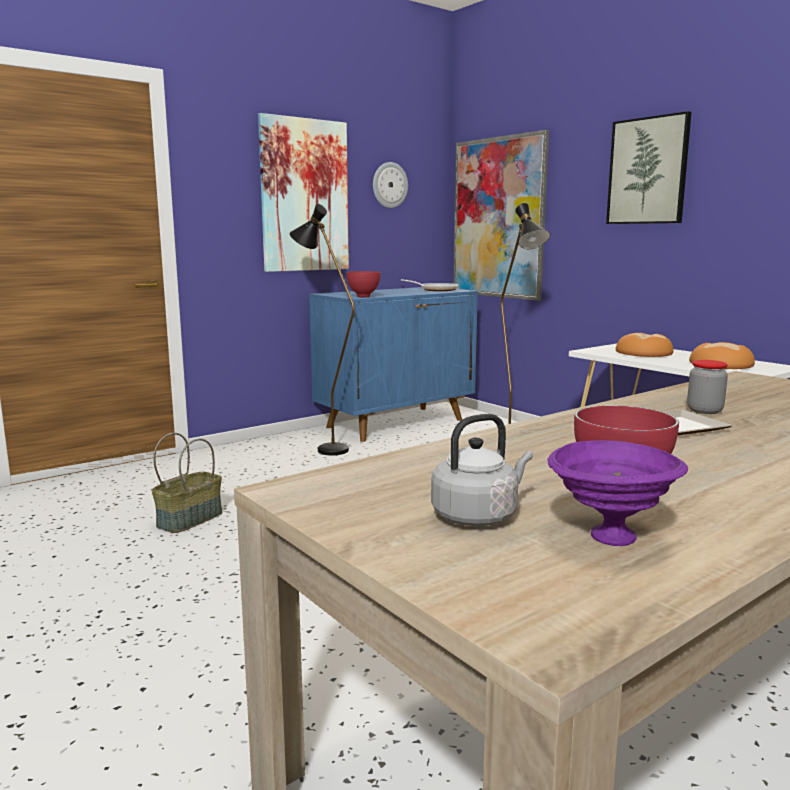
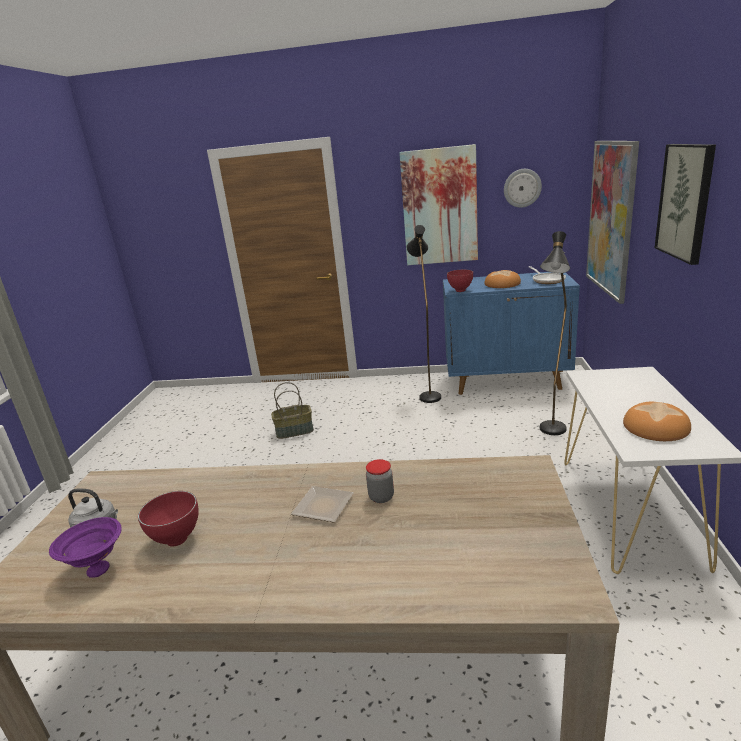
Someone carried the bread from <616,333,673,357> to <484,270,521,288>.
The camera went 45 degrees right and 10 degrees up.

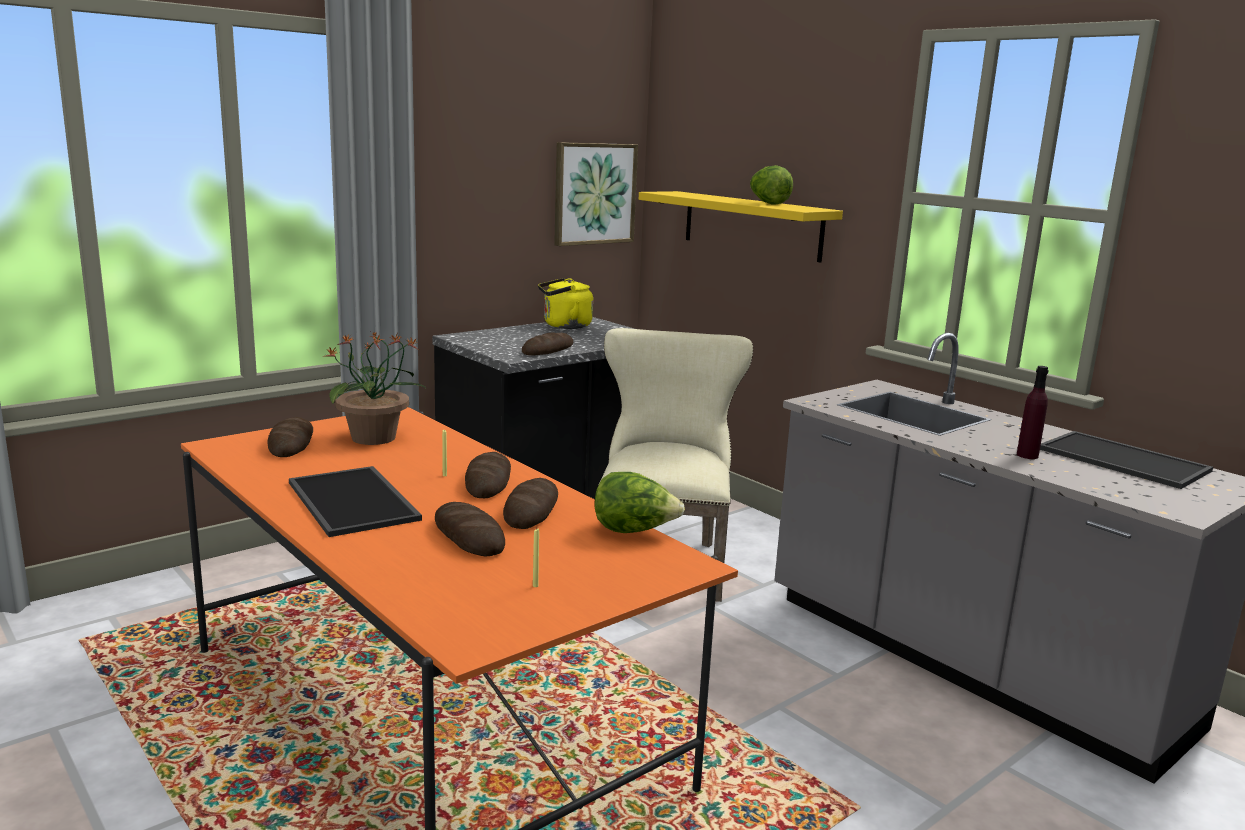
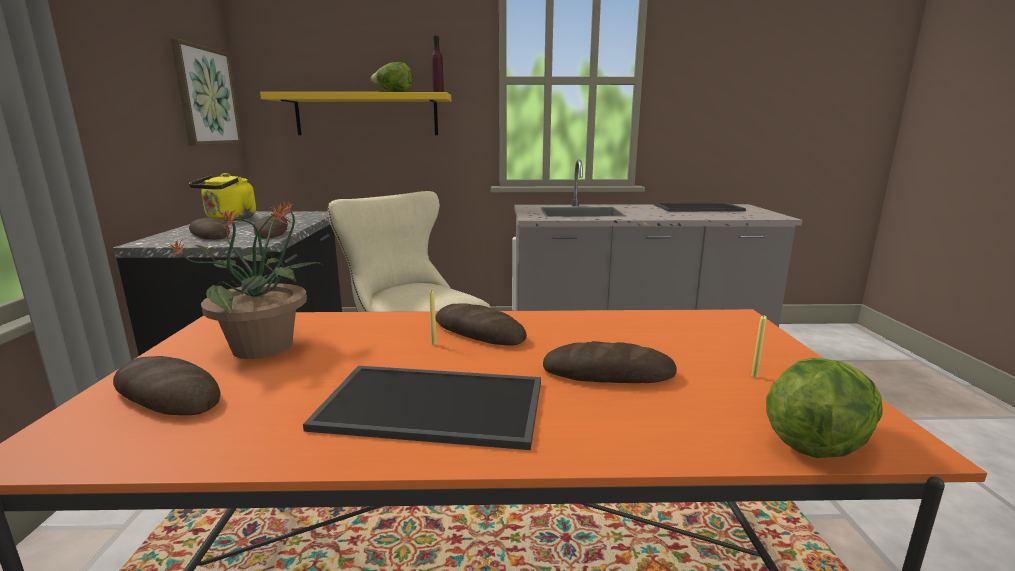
Someone carried the bread from <503,478,558,529> to <189,218,230,240>.
Someone carried the purple-coloured drink bottle from <1017,366,1049,459> to <431,36,444,92>.
Someone carried the lettuce head from <595,472,685,533> to <766,357,883,458>.
The camera went 50 degrees left and 0 degrees up.

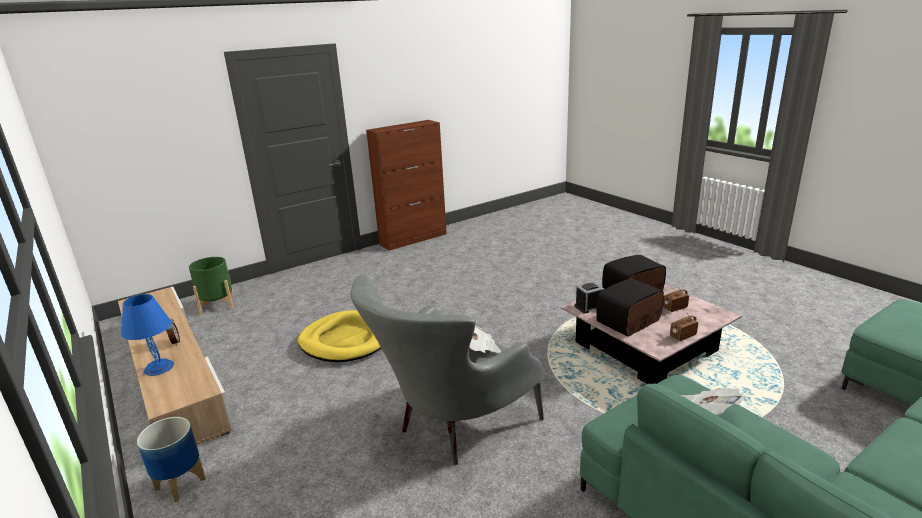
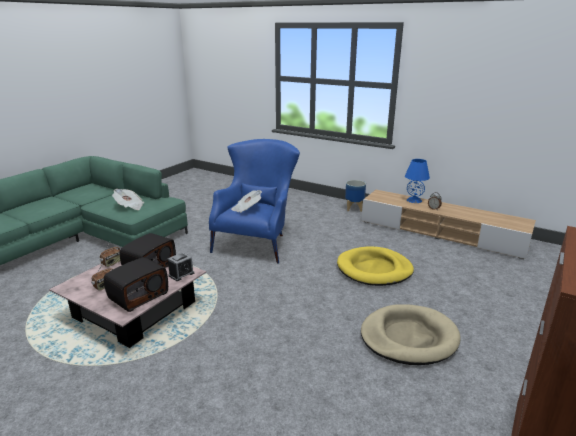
Someone repainted the greyish easy chair at <350,275,544,465>, which became the blue-coloured easy chair at <209,139,300,264>.
Someone put down the sand-coloured dog cushion at <361,304,461,365>.
Someone took away the green-coloured planter at <189,257,234,315>.
The camera went 155 degrees right and 0 degrees up.

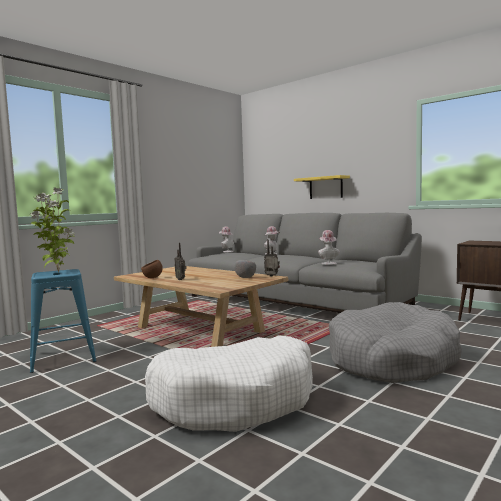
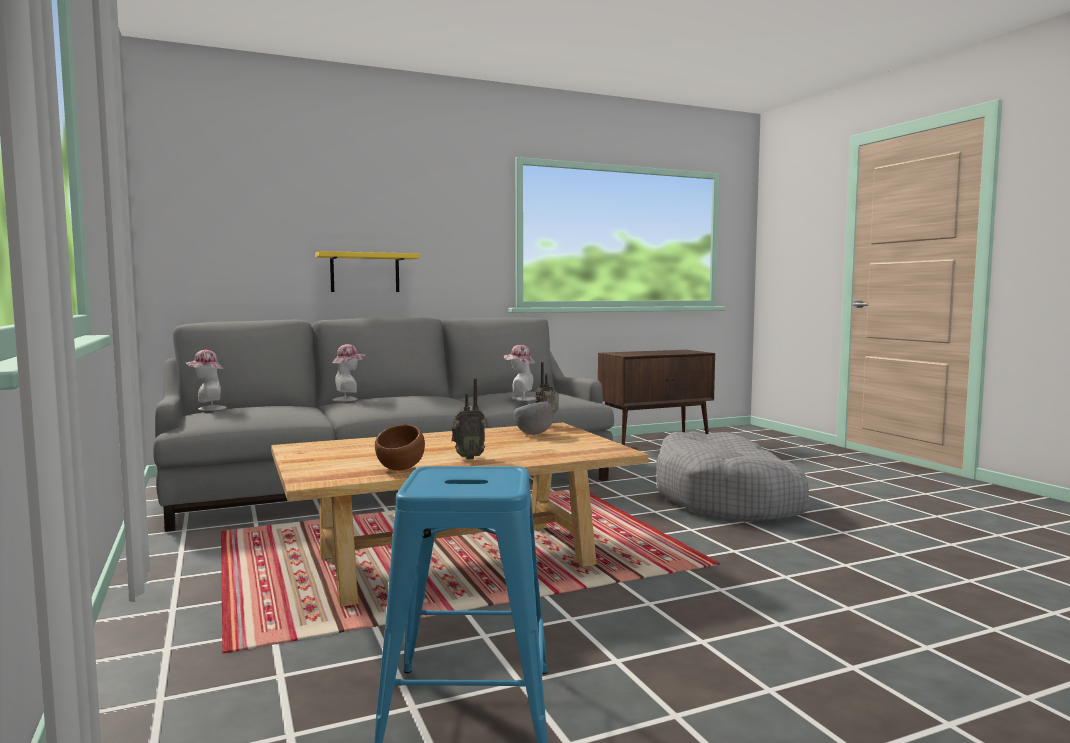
Someone took away the plant in a pot at <30,187,75,272>.
Someone took away the white dog cushion at <145,335,313,432>.
The camera went 65 degrees left and 0 degrees up.

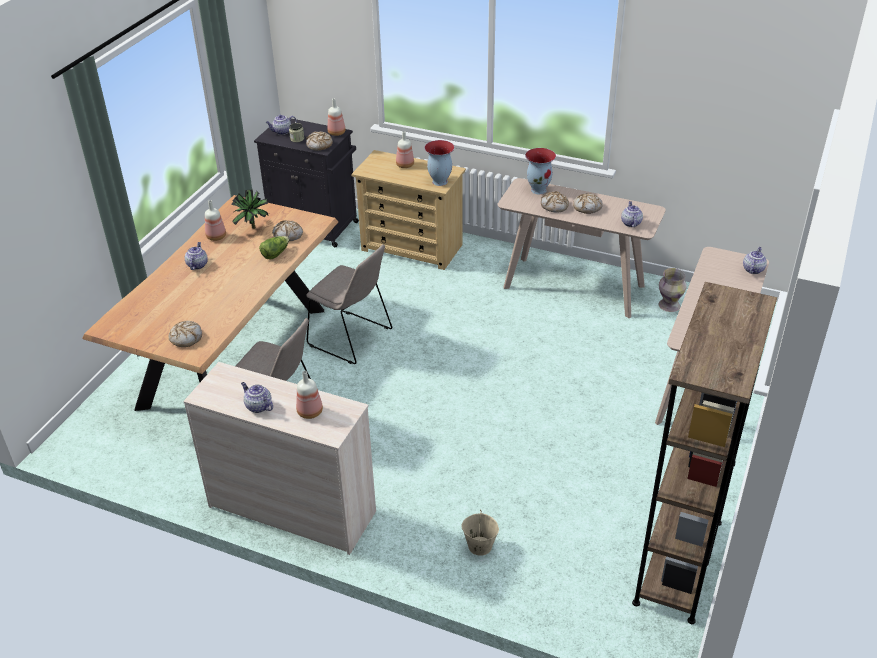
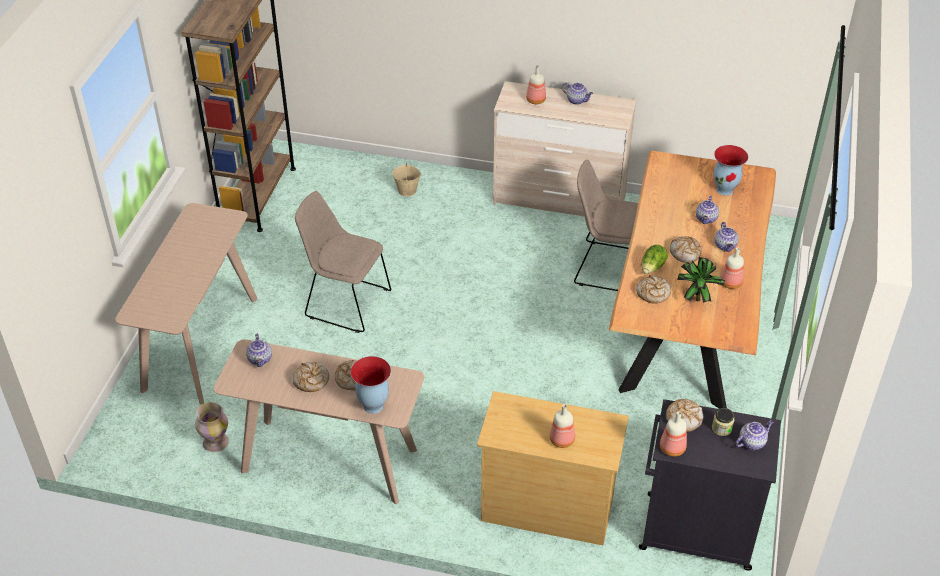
Someone carried the sand-coloured upright chair from <306,244,392,364> to <295,191,391,333>.
Someone carried the bread from <168,321,202,347> to <670,236,702,263>.
Someone carried the tea pot from <743,247,767,274> to <696,196,719,224>.
Someone carried the flower vase from <424,140,455,186> to <714,145,748,196>.
The camera went 170 degrees right and 5 degrees up.

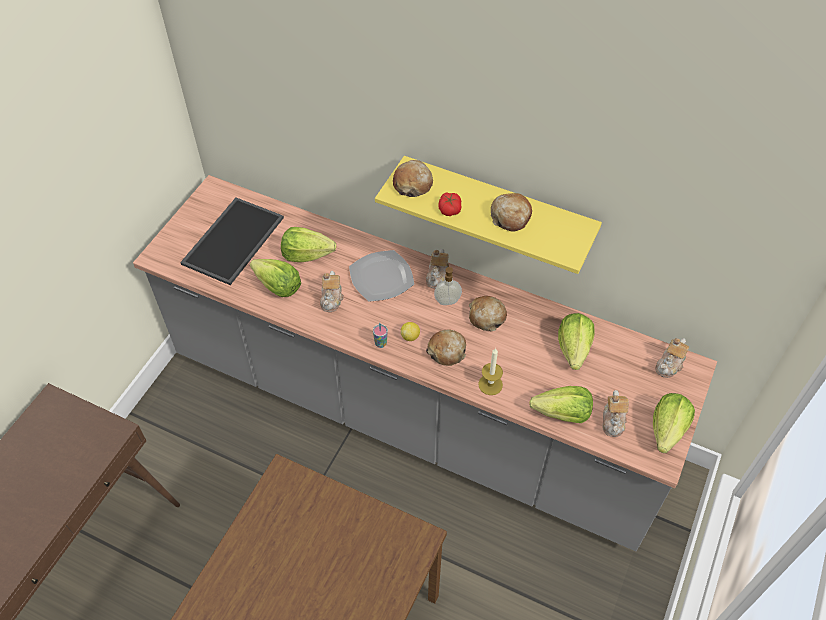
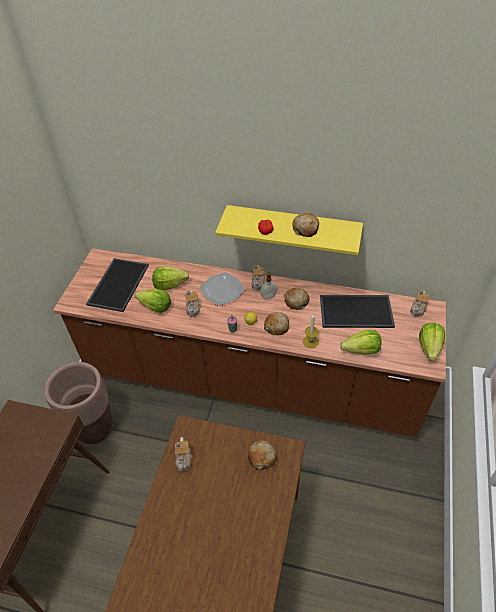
Someone put down the brownish planter at <44,362,113,444>.
Someone repainted the greyish counter at <133,175,717,551>, which became the brownish counter at <53,248,446,437>.
Someone carried the tea pot from <603,390,629,437> to <175,437,193,471>.
Someone carried the bread from <393,160,433,197> to <248,440,277,470>.
Someone swapped the lettuce head at <558,313,595,370> for the serving tray at <320,295,395,328>.
The camera went 10 degrees left and 5 degrees down.

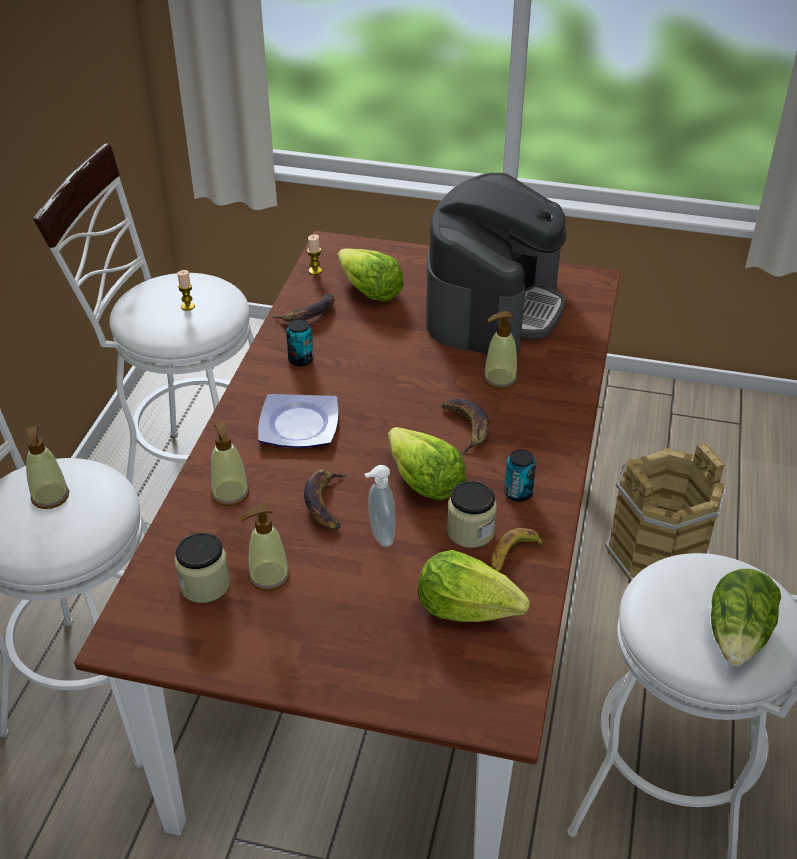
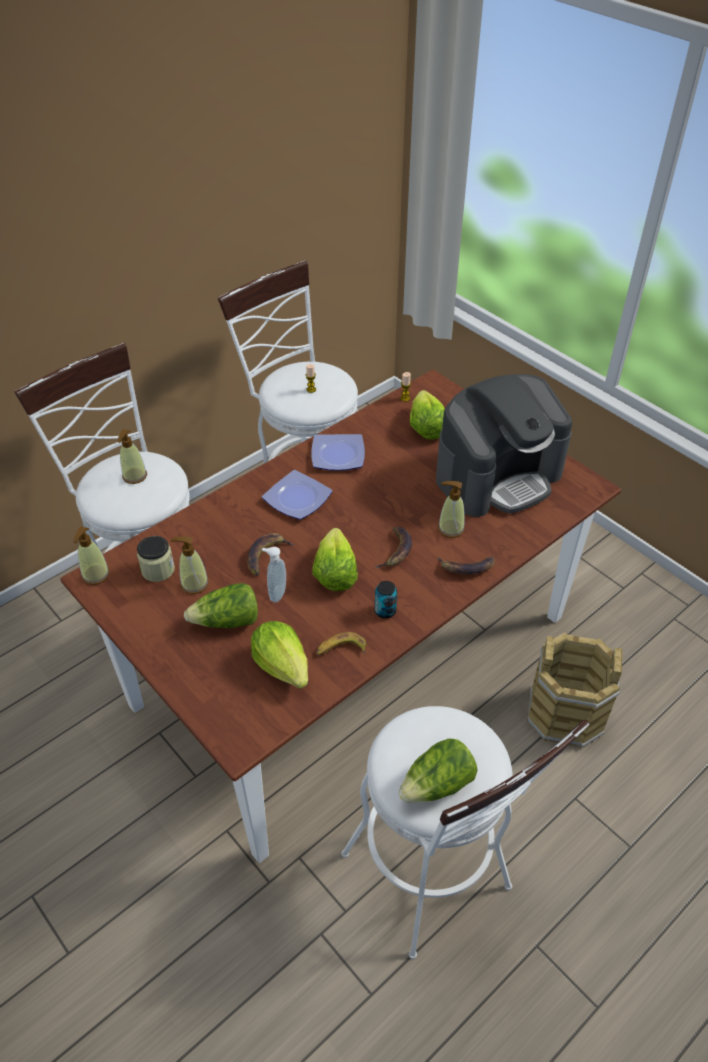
Someone carried the soap dispenser from <210,422,249,506> to <73,526,110,585>.
Someone put down the lettuce head at <184,583,258,628>.
Someone swapped the sealed can at <286,319,314,366> for the dinner plate at <311,434,365,471>.
Someone carried the whole banana from <272,293,335,322> to <437,556,495,574>.
Someone took away the preserve jar at <447,481,497,548>.
The camera went 35 degrees right and 5 degrees up.

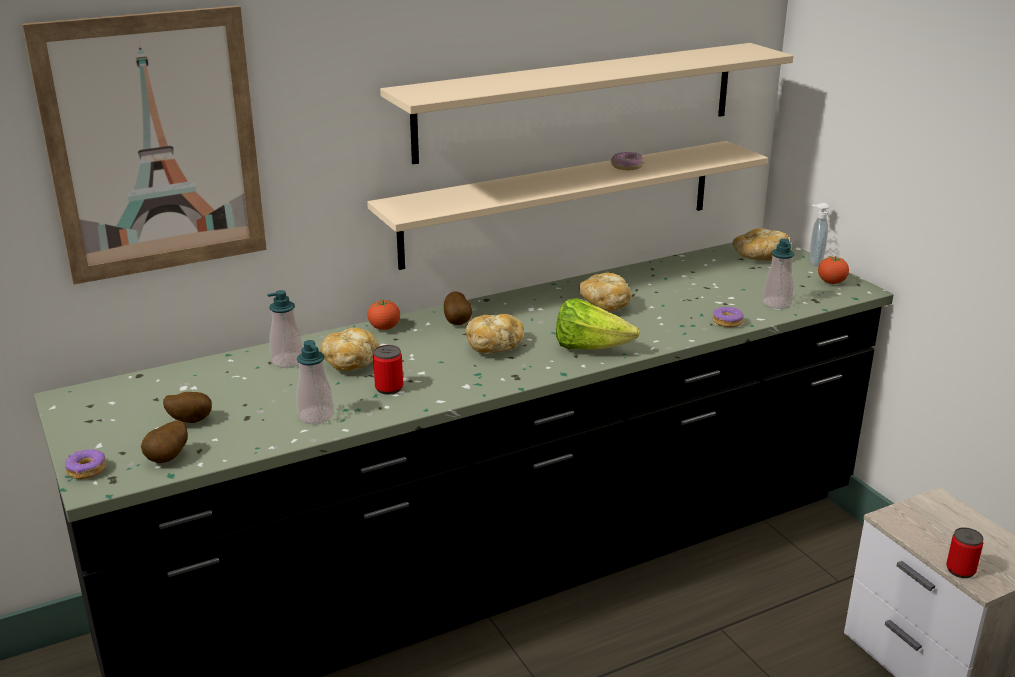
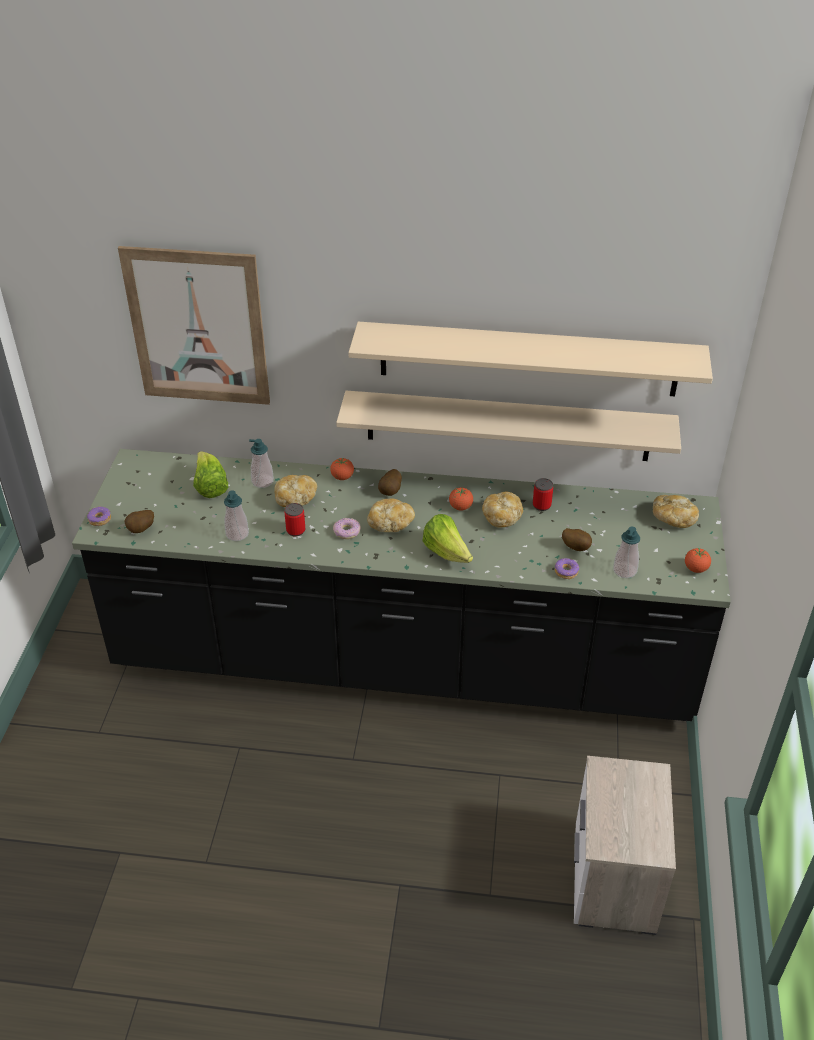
Someone put down the lettuce head at <193,451,228,498>.
Someone carried the doughnut from <611,152,644,170> to <333,518,361,539>.
Someone put down the fresh tomato at <449,487,473,511>.
Someone carried the sealed can from <946,527,984,578> to <533,478,553,511>.
Someone carried the potato from <163,392,212,423> to <562,528,592,551>.
Someone took away the soap dispenser at <810,203,830,266>.
The camera went 35 degrees right and 15 degrees up.

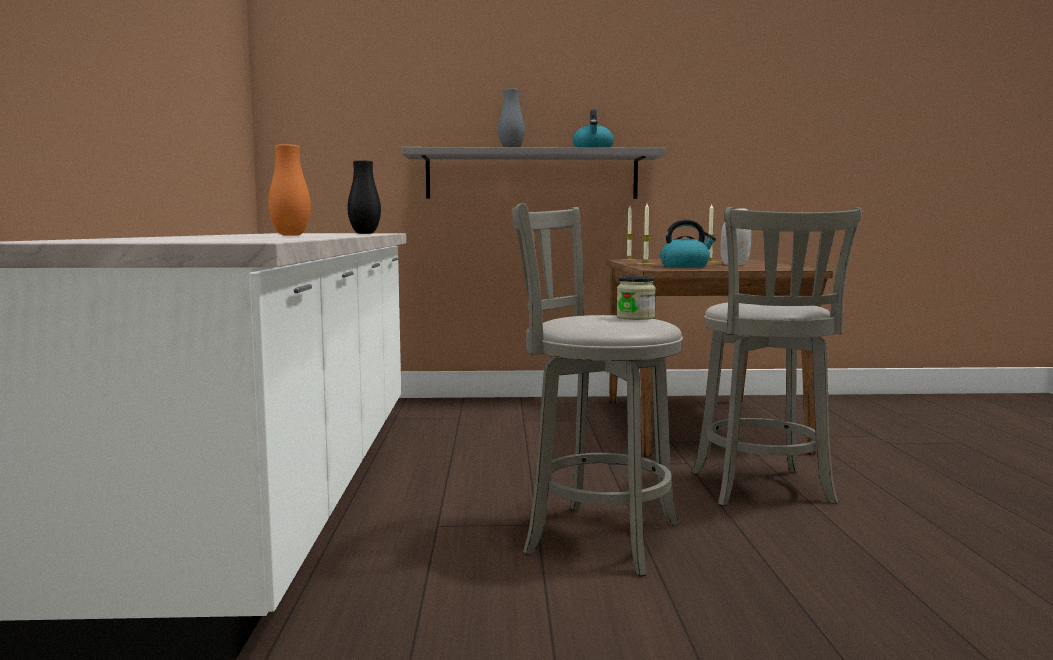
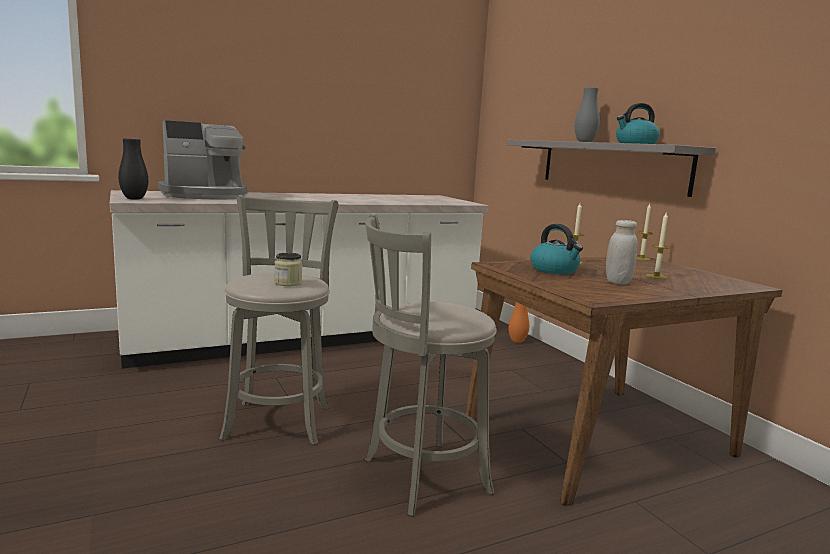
Someone carried the blackish flower vase from <347,160,381,234> to <118,139,148,199>.
Someone put down the coffee maker at <158,120,247,199>.
Someone carried the orange-coloured flower vase from <268,144,311,236> to <509,302,529,343>.
The camera went 65 degrees right and 5 degrees up.

